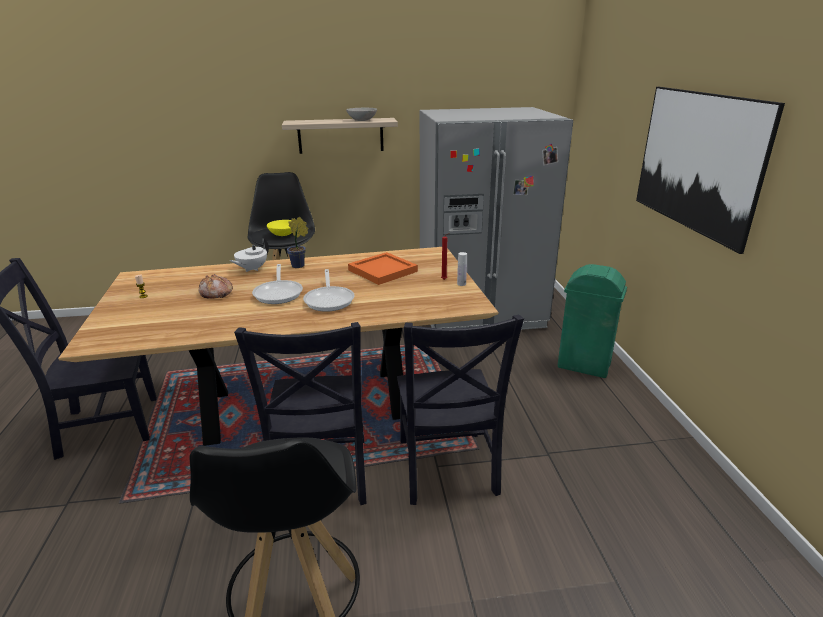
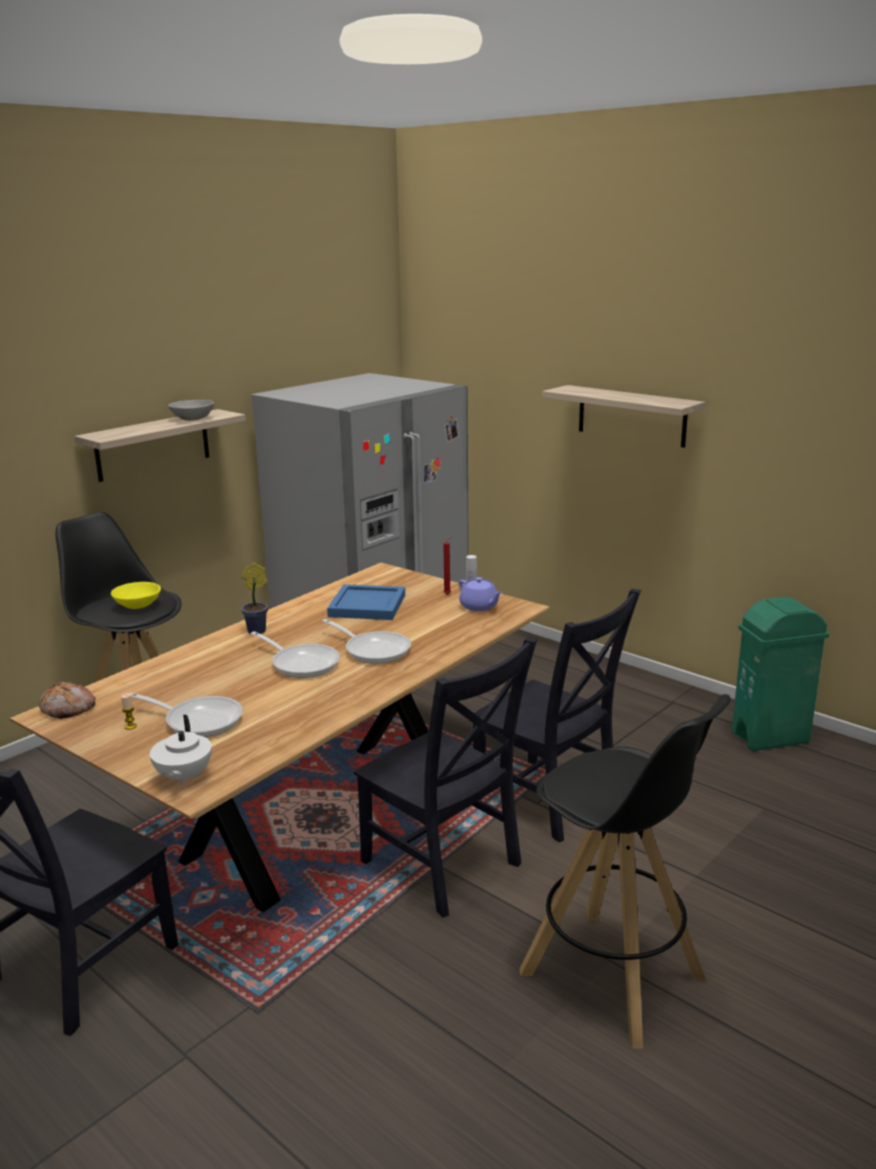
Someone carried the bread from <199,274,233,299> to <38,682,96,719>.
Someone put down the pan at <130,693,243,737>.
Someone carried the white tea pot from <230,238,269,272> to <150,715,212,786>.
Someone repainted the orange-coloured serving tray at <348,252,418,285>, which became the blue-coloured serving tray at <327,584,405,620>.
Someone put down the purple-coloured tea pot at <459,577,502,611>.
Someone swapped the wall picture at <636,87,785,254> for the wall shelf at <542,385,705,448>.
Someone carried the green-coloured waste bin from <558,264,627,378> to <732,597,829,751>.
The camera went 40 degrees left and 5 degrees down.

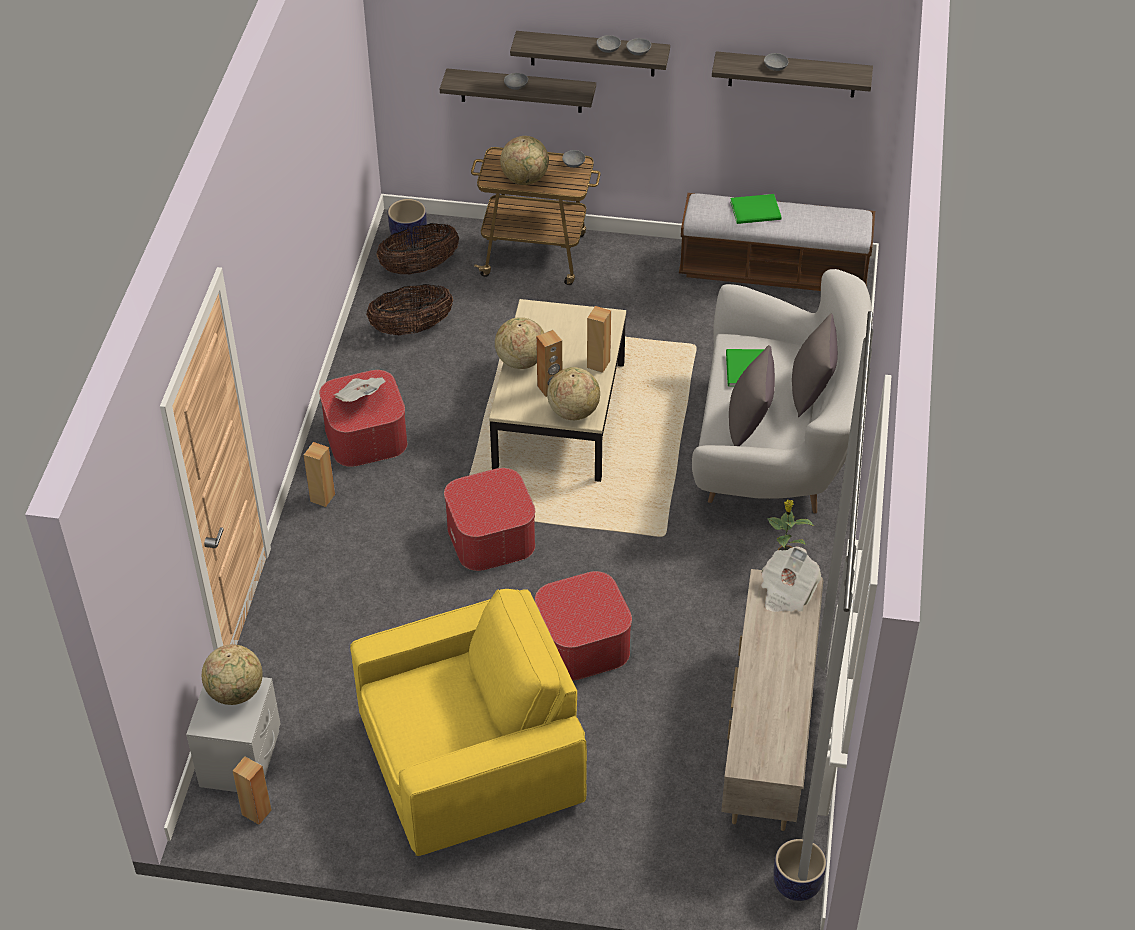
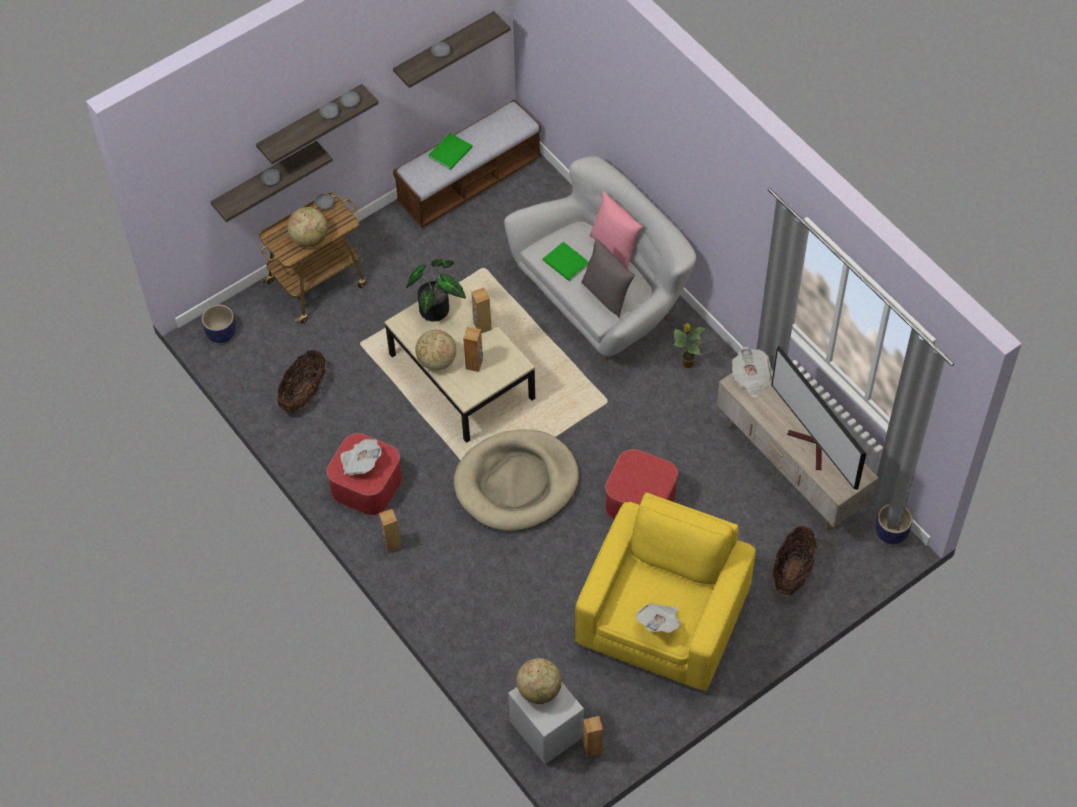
Someone put down the plant in a pot at <406,259,466,322>.
Someone swapped the pouffe at <444,468,535,571> for the sand-coloured dog cushion at <454,429,579,531>.
Someone repainted the greyish throw pillow at <792,314,838,417>, which became the pink-coloured throw pillow at <589,192,643,268>.
Someone put down the printed paper at <636,603,680,633>.
Someone put down the TV at <771,345,866,490>.
Someone carried the basket from <376,223,459,274> to <773,526,817,595>.
Someone took away the desk globe at <547,367,600,420>.
The camera went 45 degrees left and 10 degrees up.

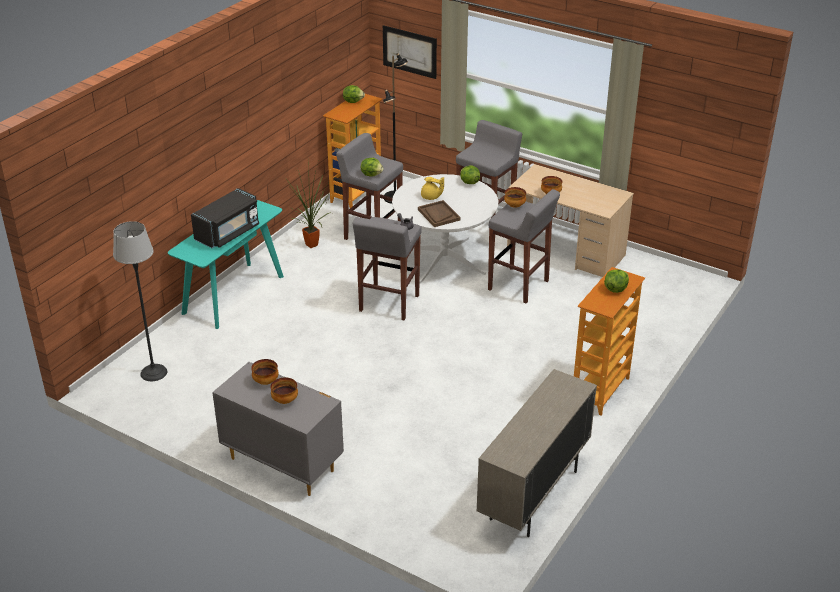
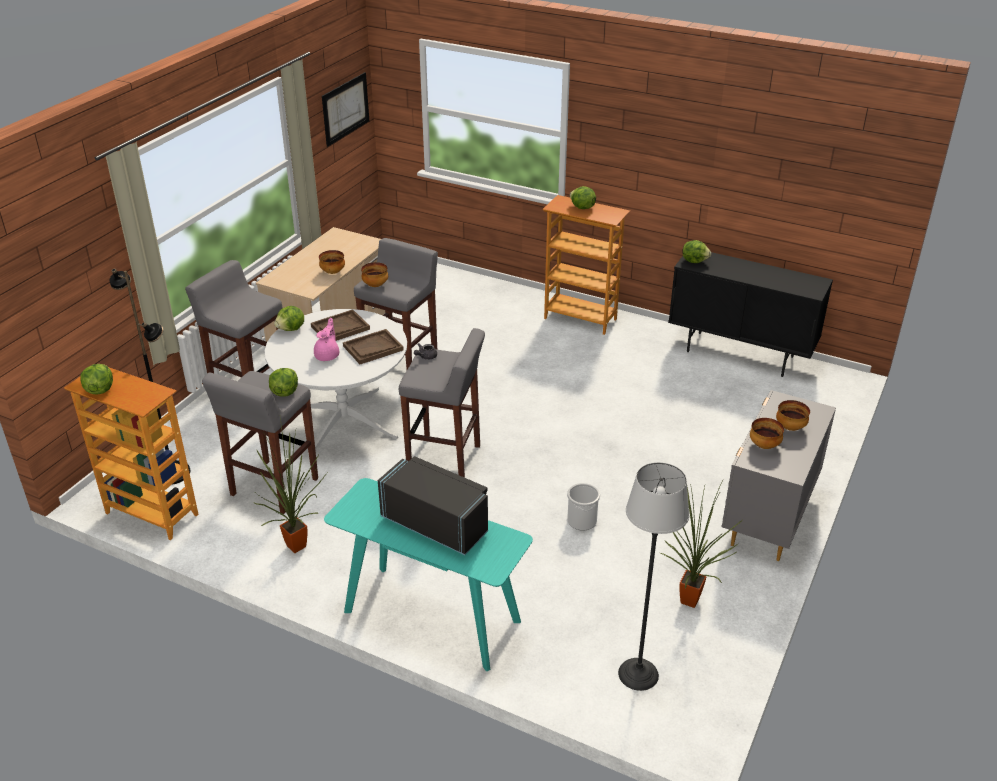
Someone put down the brownish serving tray at <311,309,370,341>.
Someone repainted the yellow tea pot at <421,177,444,200>, which became the pink-coloured tea pot at <314,318,339,361>.
Someone carried the wall picture from <383,25,437,79> to <322,72,369,147>.
Someone put down the pail at <567,483,600,531>.
Someone put down the plant in a pot at <660,482,741,608>.
Someone repainted the sand-coloured storage cabinet at <476,369,597,537>, which became the blackish storage cabinet at <668,252,833,377>.
Someone put down the lettuce head at <682,240,711,263>.
The camera went 95 degrees left and 0 degrees up.

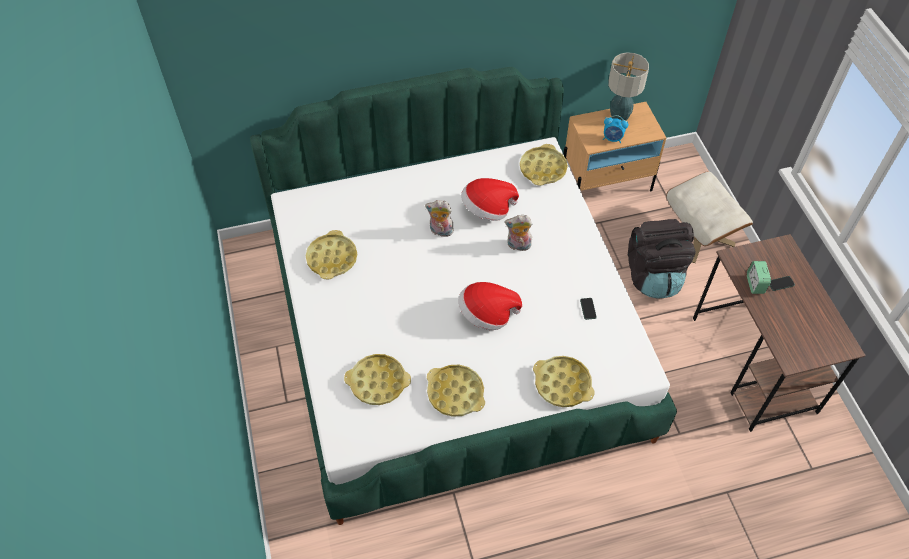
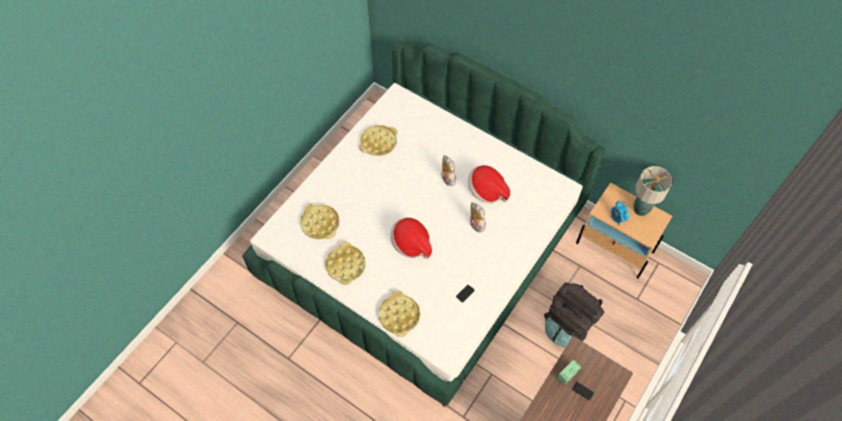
Someone took away the yellow serving tray at <520,144,568,186>.
Someone took away the sand-coloured pouffe at <666,171,753,263>.
The camera went 50 degrees right and 5 degrees up.

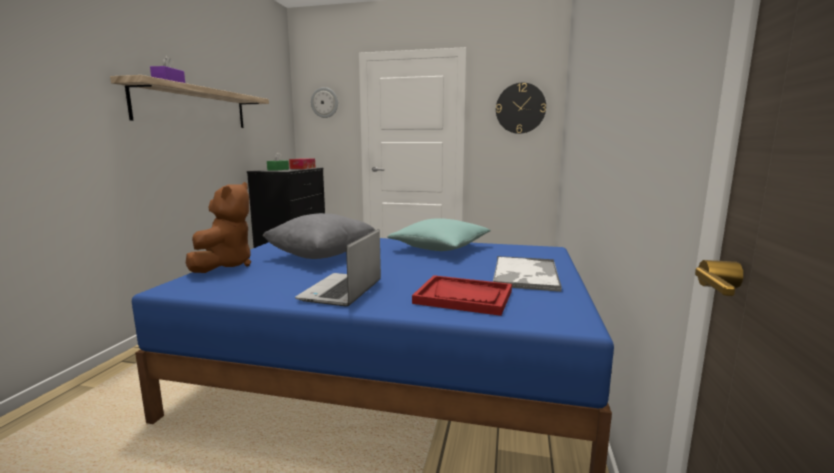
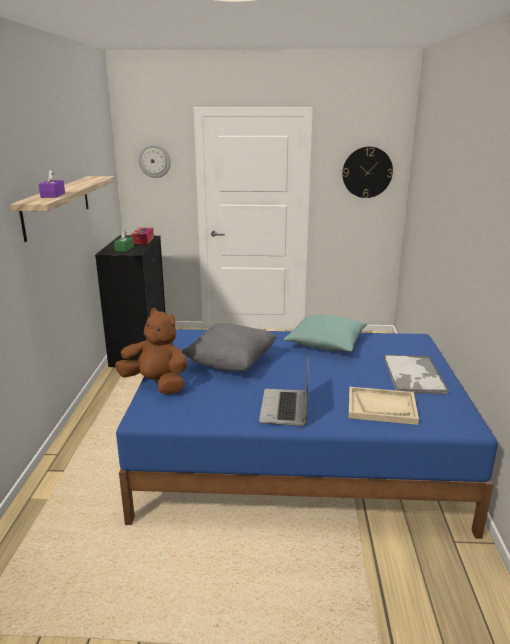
Someone rotated the brownish cuddly toy at <186,182,251,273> by 60 degrees counterclockwise.
Someone repainted the reddish serving tray at <412,275,512,316>, which became the sand-coloured serving tray at <348,387,419,425>.
The camera went 10 degrees left and 10 degrees up.

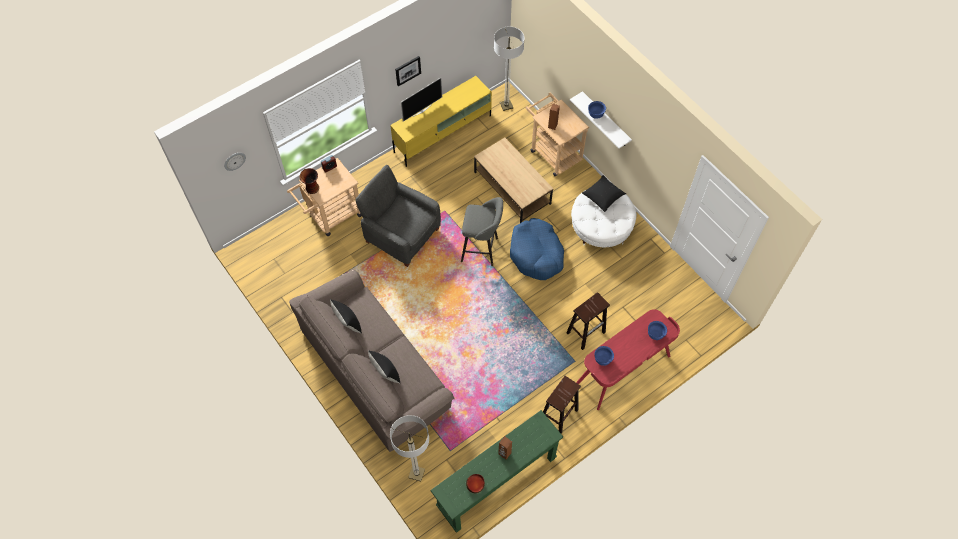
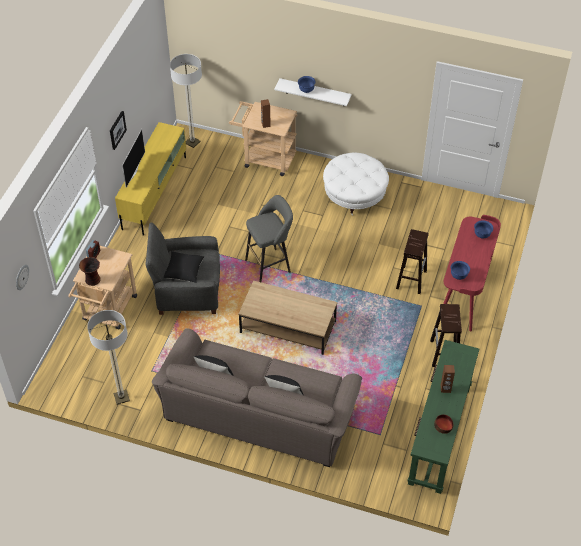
Someone carried the floor lamp from <390,415,429,481> to <87,310,130,405>.
Someone carried the blackish throw pillow from <582,175,626,212> to <164,251,204,283>.
Someone carried the brownish lounge table from <474,138,553,223> to <238,280,337,355>.
Someone took away the blue-coloured dog cushion at <510,218,564,280>.
The camera went 35 degrees left and 10 degrees down.

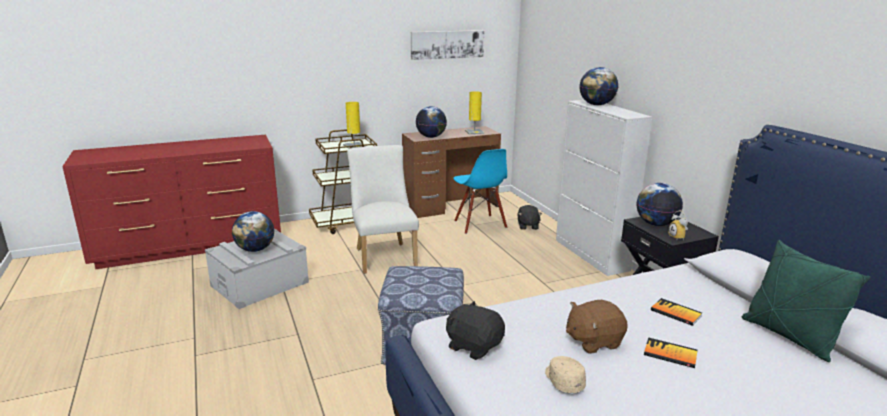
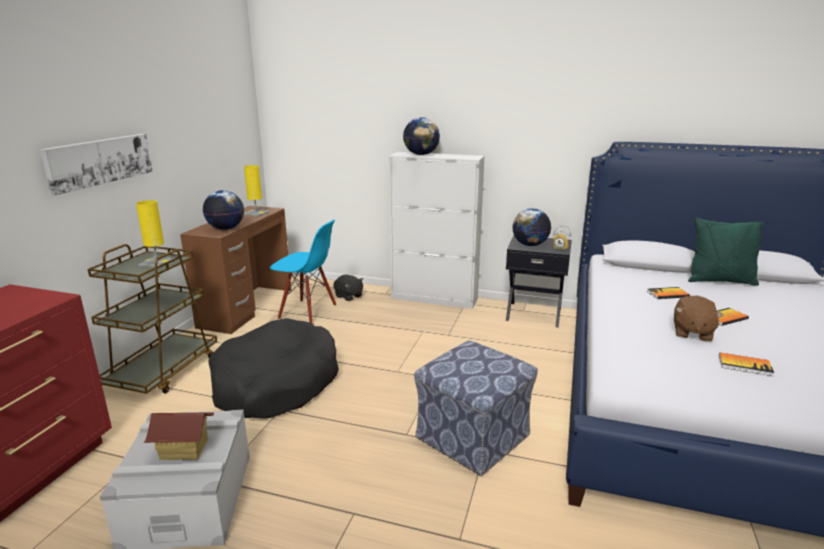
Someone carried the wall picture from <411,30,484,60> to <40,134,153,195>.
Someone swapped the desk globe at <232,211,274,252> for the model house at <144,412,214,460>.
Someone swapped the white upright chair at <347,145,419,274> for the blackish dog cushion at <208,318,339,418>.
Someone swapped the sand-coloured peaked cap at <545,356,586,393> for the book at <719,352,774,376>.
Someone took away the blackish cuddly toy at <446,301,505,360>.
The camera went 50 degrees left and 0 degrees up.

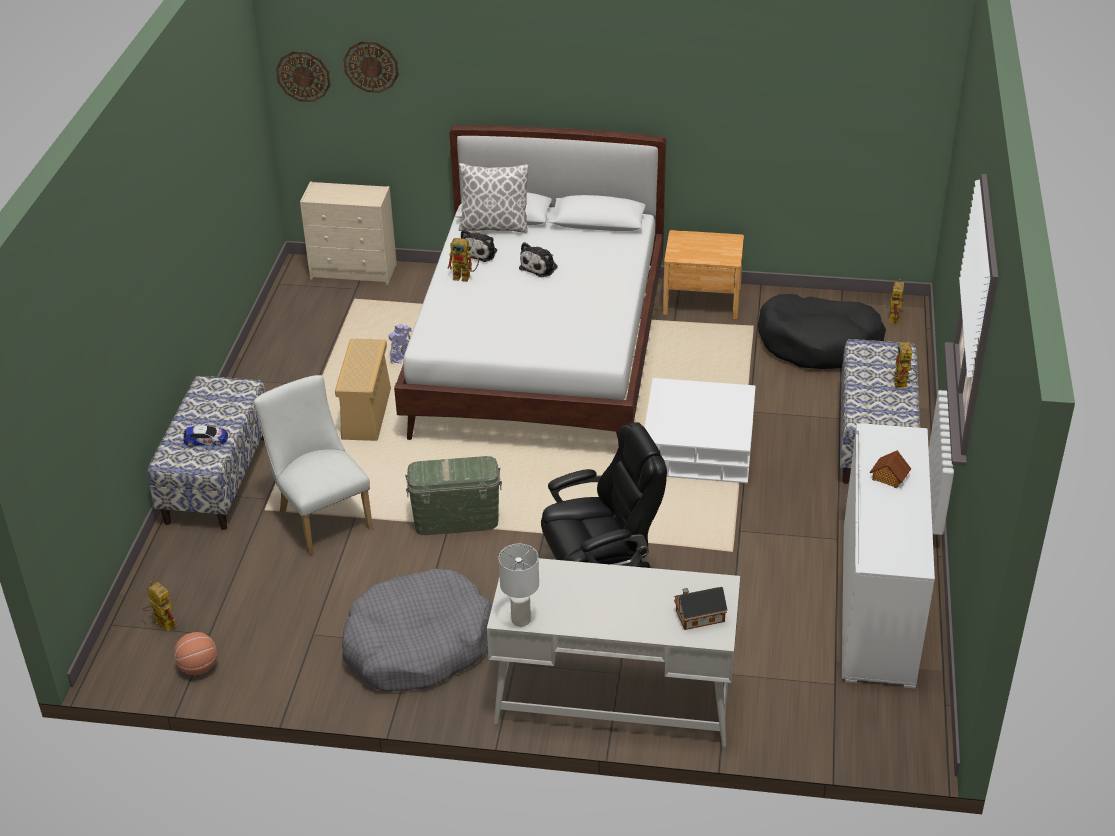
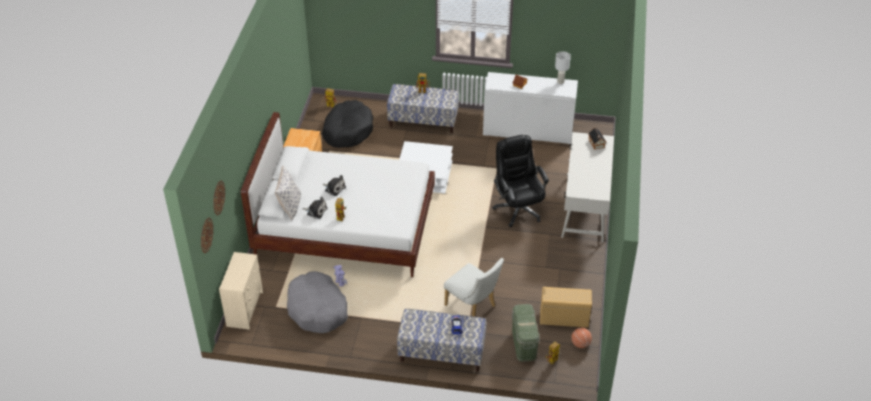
Someone carried the greyish dog cushion from <342,569,492,691> to <287,271,348,333>.
Someone rotated the white upright chair at <254,375,373,555> by 105 degrees counterclockwise.
Someone carried the green-coloured storage bin from <405,456,502,535> to <512,304,540,362>.
Someone carried the sand-coloured storage bin from <335,338,391,441> to <540,287,592,328>.
Someone carried the white lamp for a table from <499,544,539,627> to <555,51,571,84>.
The camera went 90 degrees left and 5 degrees up.

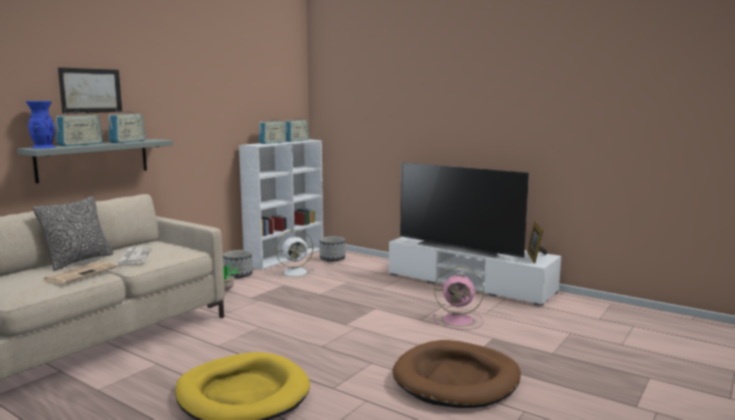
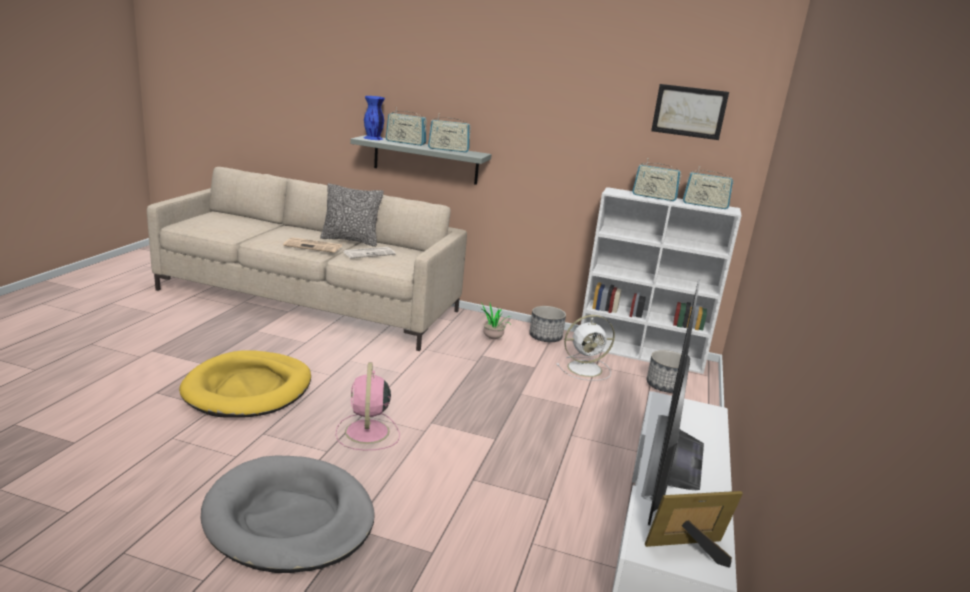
Someone repainted the brownish dog cushion at <393,340,521,408>, which became the greyish dog cushion at <201,456,375,573>.
Someone carried the pink-coloured cooling fan from <433,267,484,330> to <335,362,400,451>.
Someone rotated the white cooling fan at <274,230,315,278> by 60 degrees counterclockwise.
Someone carried the wall picture from <58,67,122,113> to <651,84,729,140>.
The camera went 70 degrees right and 10 degrees up.

